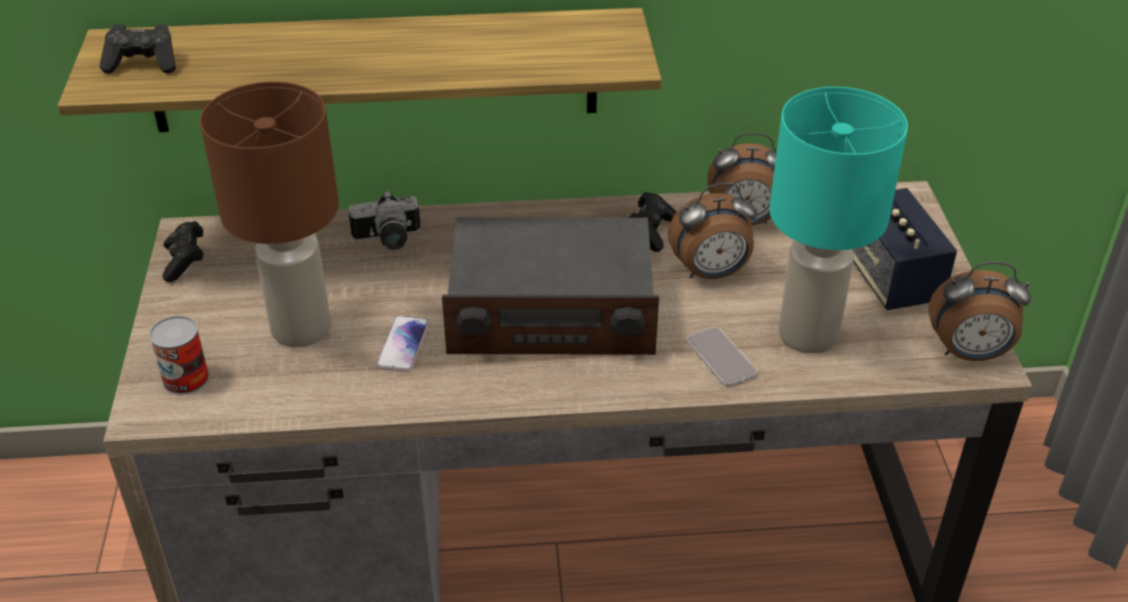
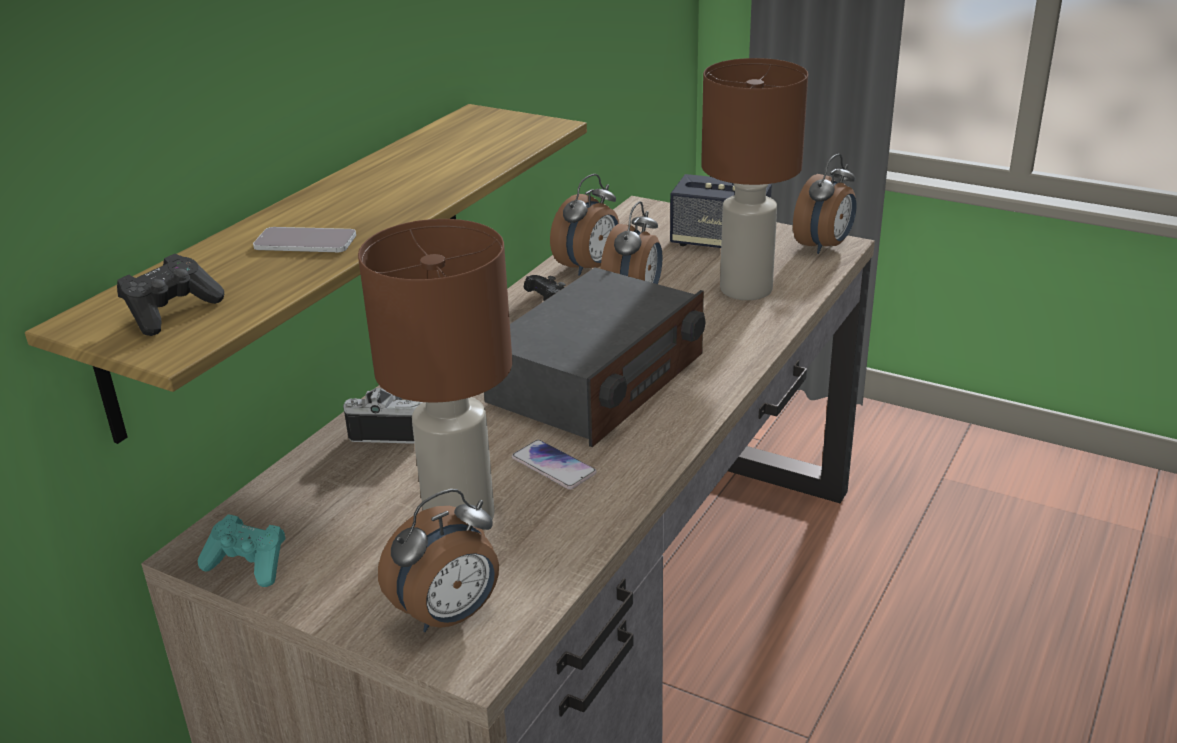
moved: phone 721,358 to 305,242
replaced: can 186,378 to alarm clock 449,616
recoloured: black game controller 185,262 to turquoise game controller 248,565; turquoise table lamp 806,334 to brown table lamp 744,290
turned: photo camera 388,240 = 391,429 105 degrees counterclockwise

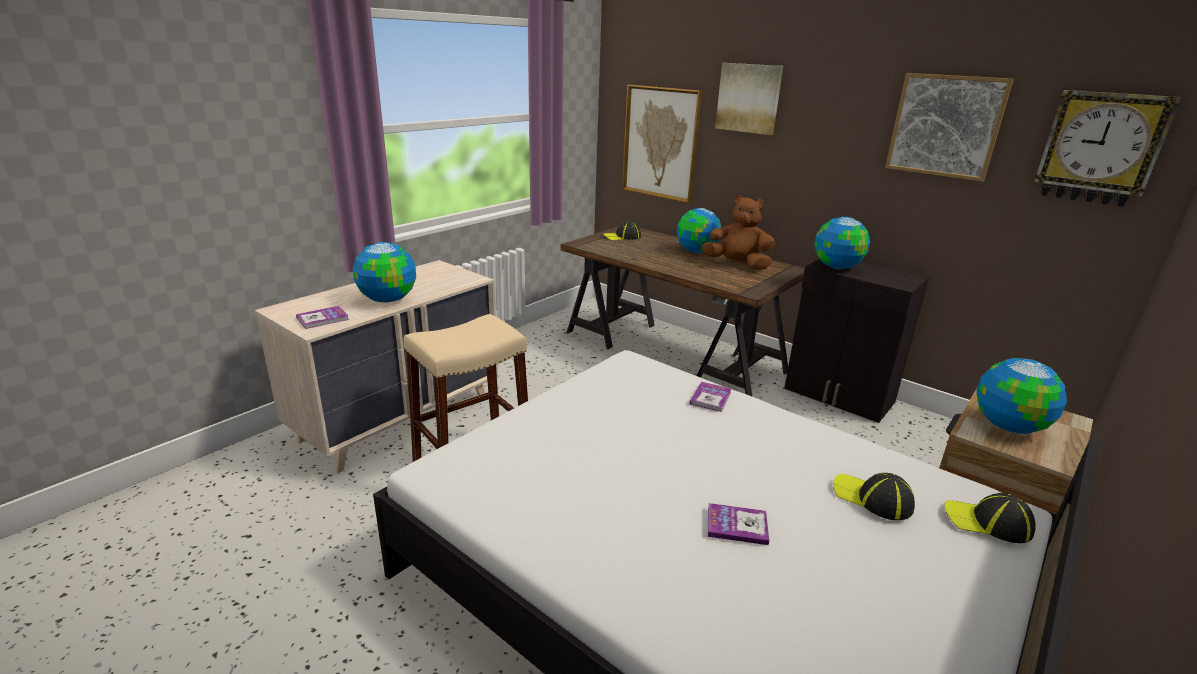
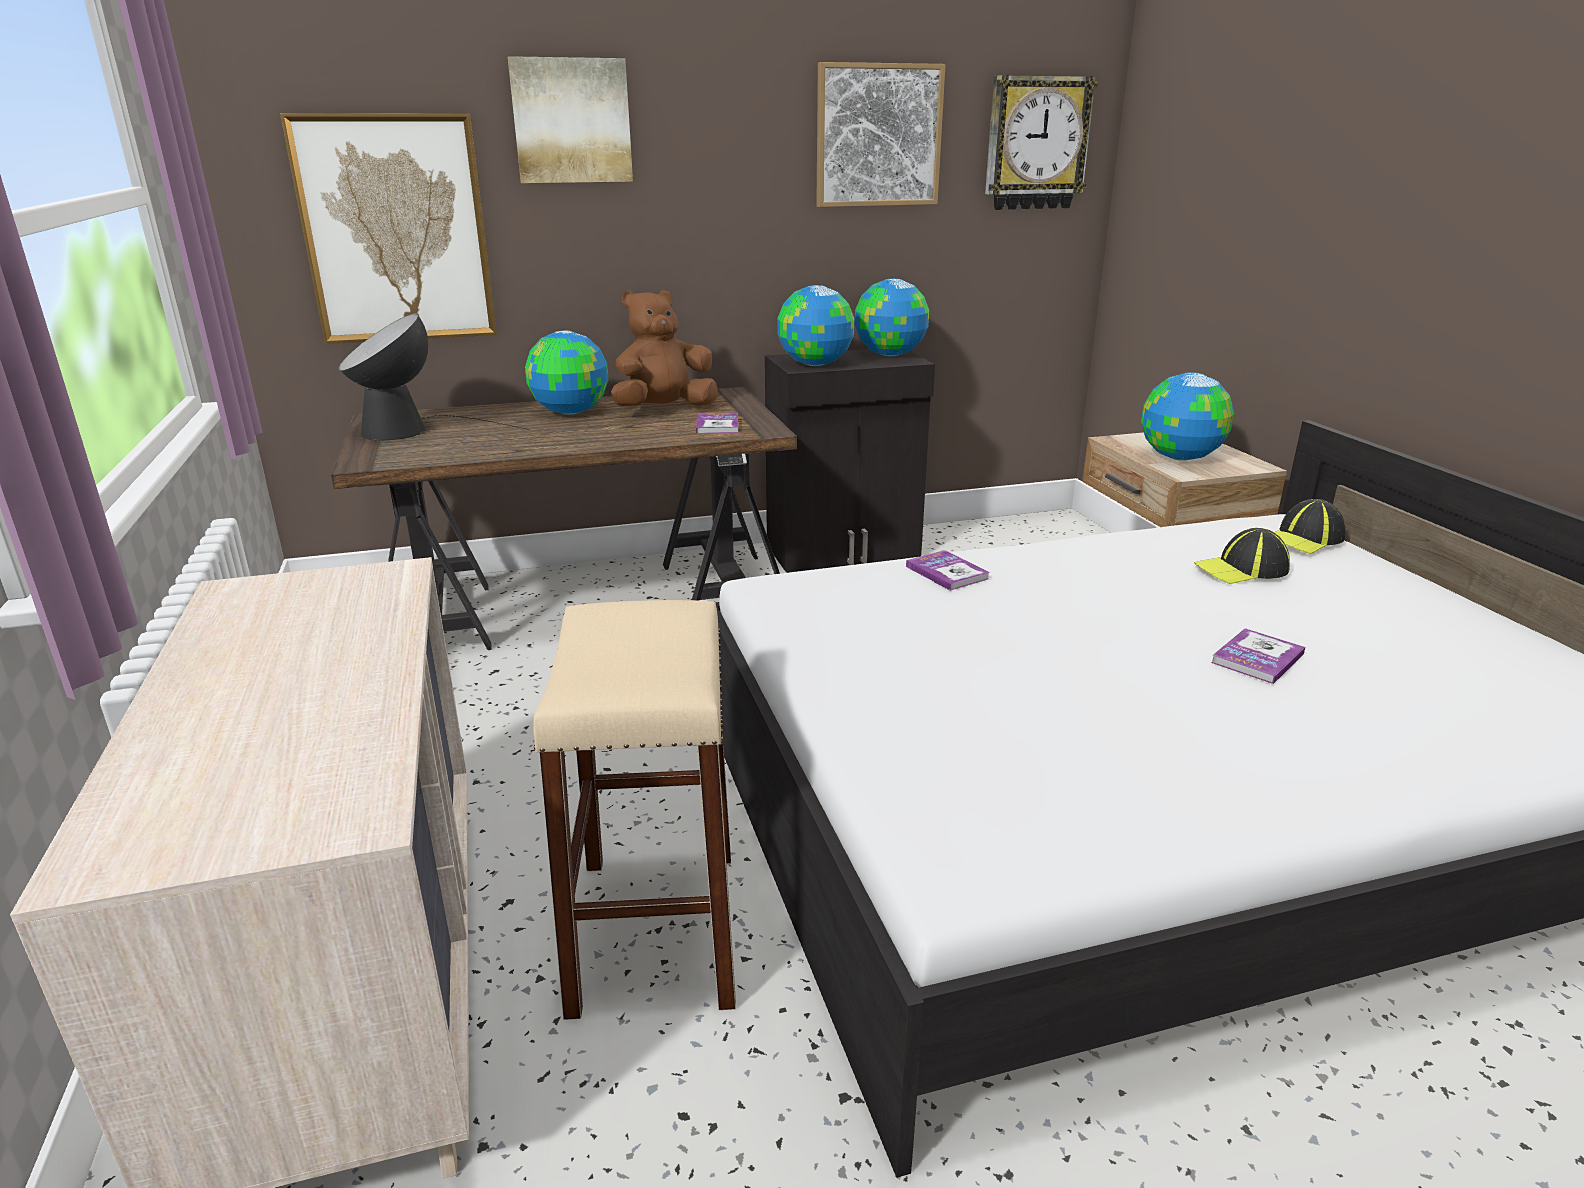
moved: book 323,319 to 717,425; globe 387,299 to 889,354
replaced: cap 622,237 to table lamp 406,430

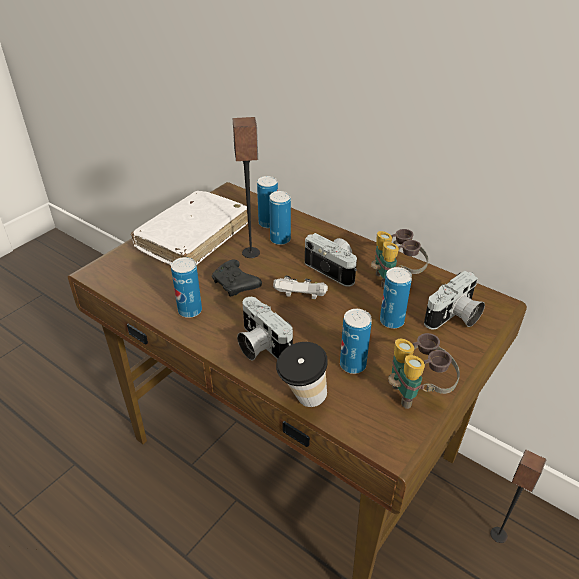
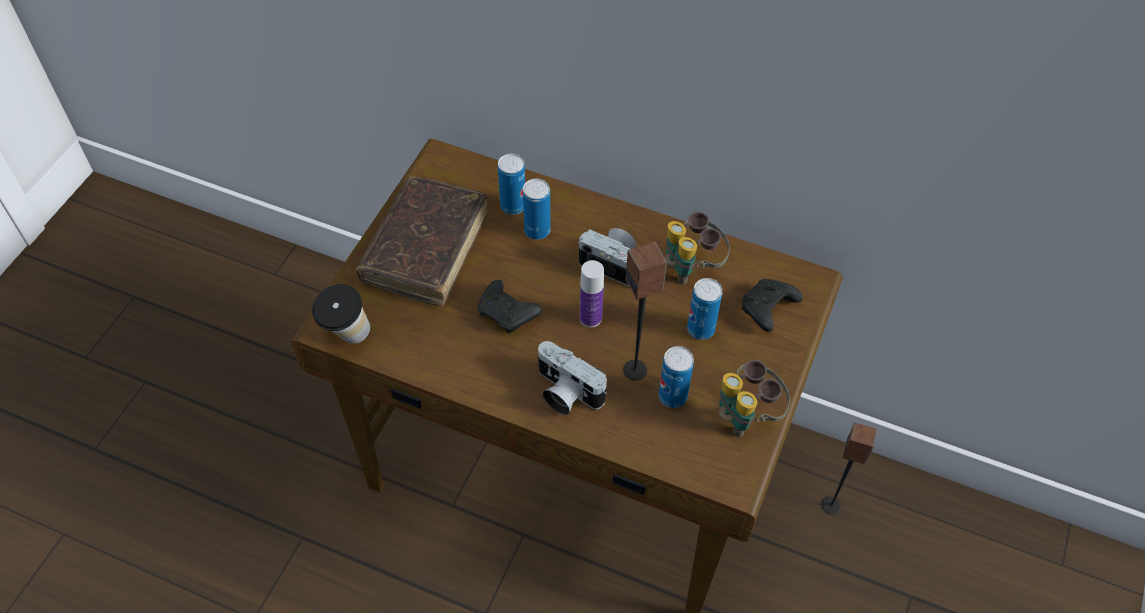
removed: can 190,311
moved: speaker 251,253 to 635,370; cup 302,400 to 347,338
replaced: white game controller 301,298 to bottle 590,318; photo camera 454,317 to black game controller 767,310
recoloured: white book 193,238 to brown book 426,248

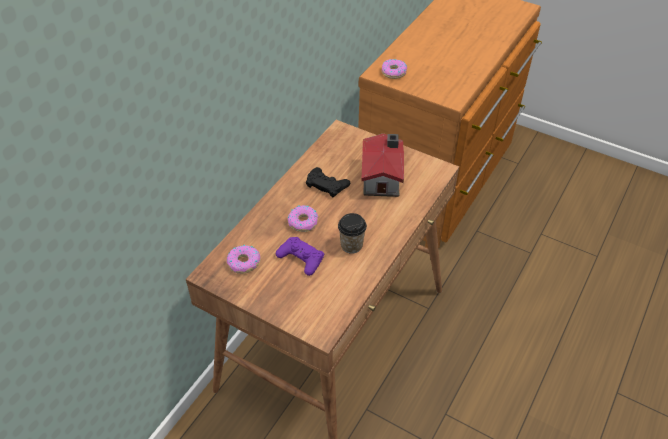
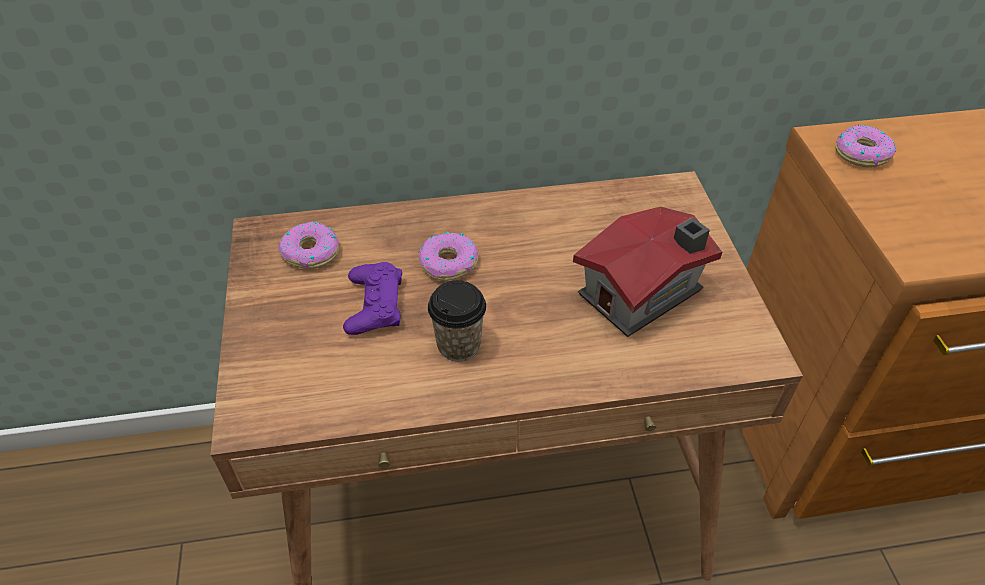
removed: black game controller 326,185

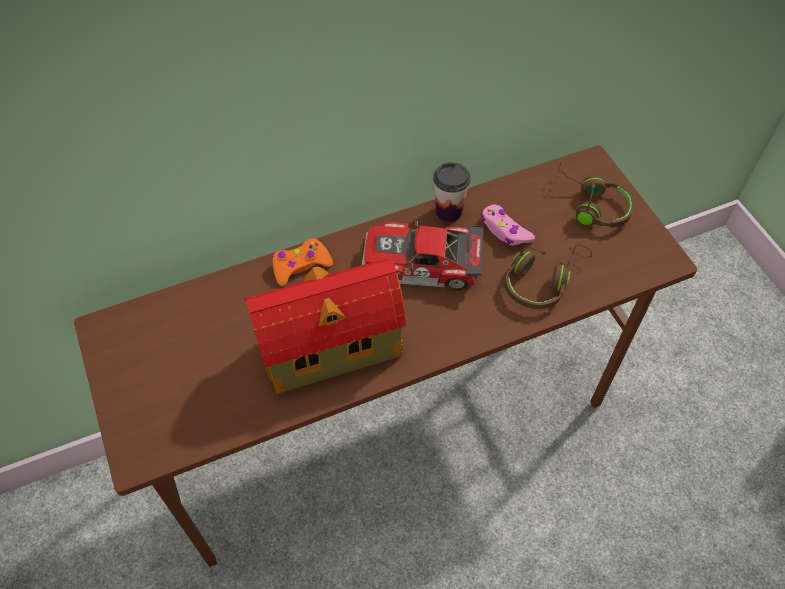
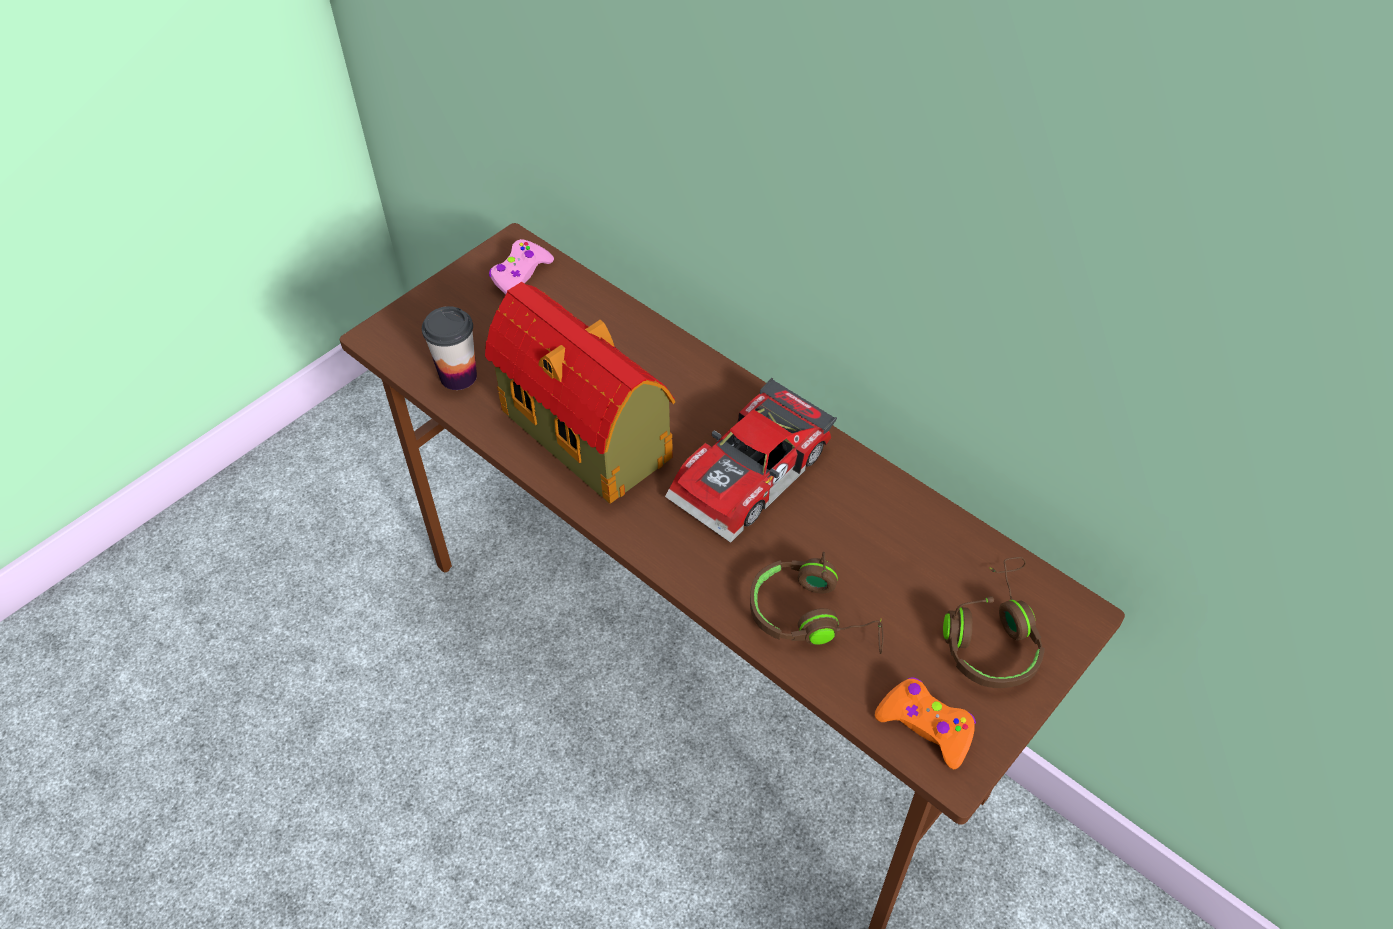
moved: orange game controller 300,265 to 926,726; cup 448,211 to 458,376; pink game controller 504,230 to 520,276
turned: toy car 420,266 = 754,476 120 degrees counterclockwise

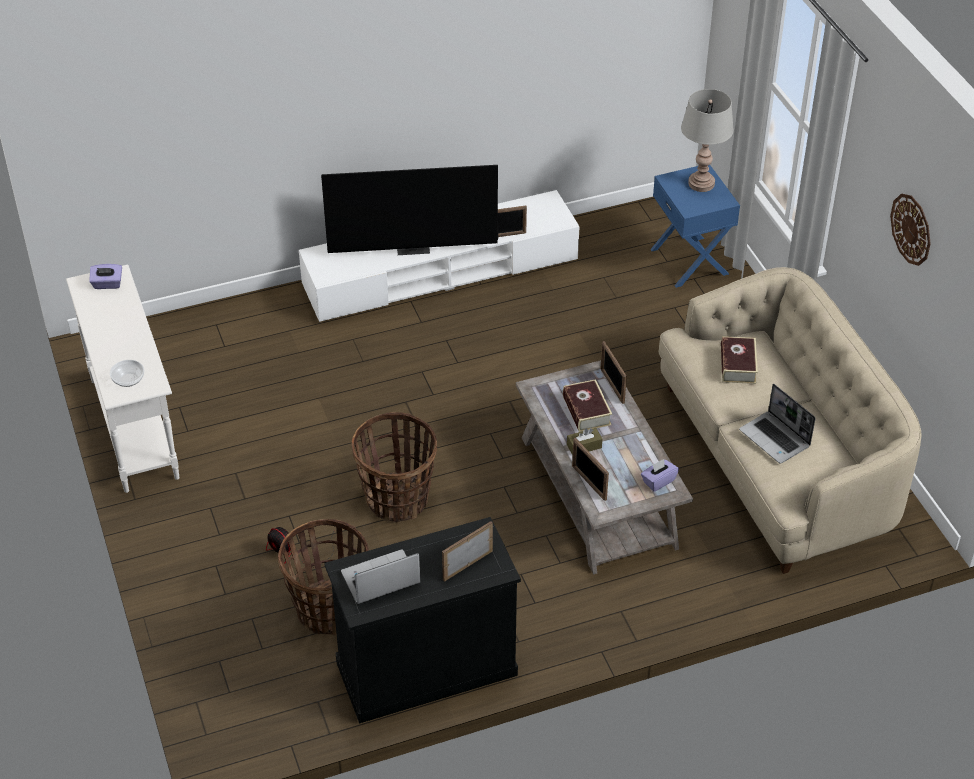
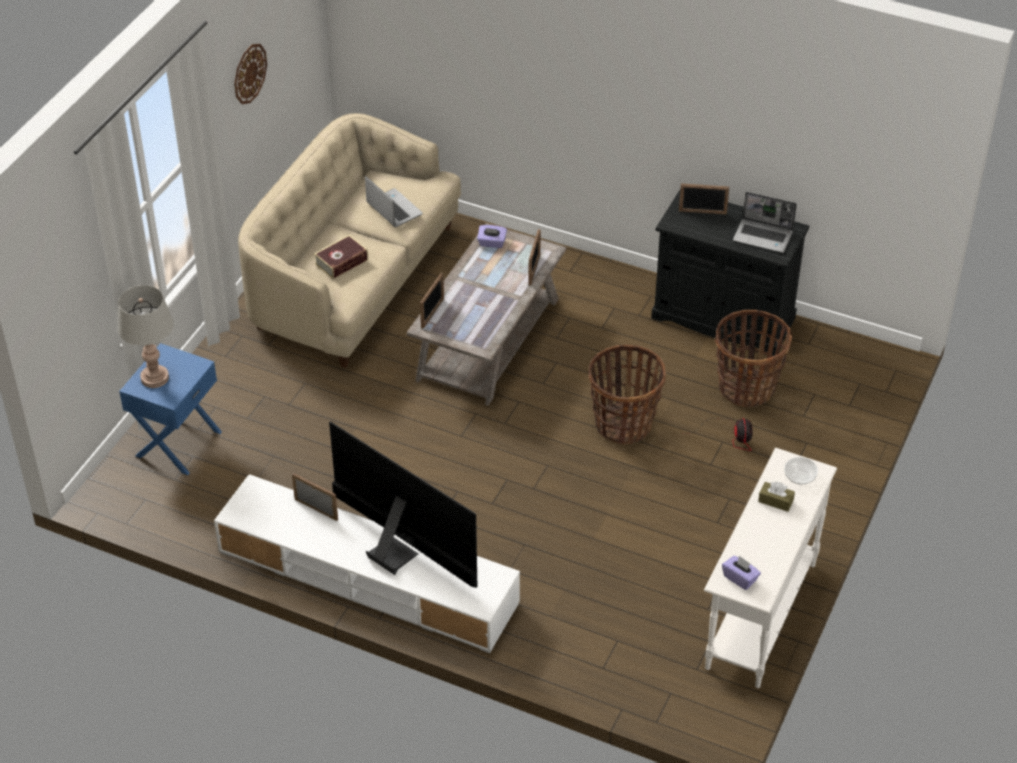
removed: book 586,411
moved: brown tissue box 584,446 to 775,501
turned: laptop 775,438 = 393,209 45 degrees counterclockwise

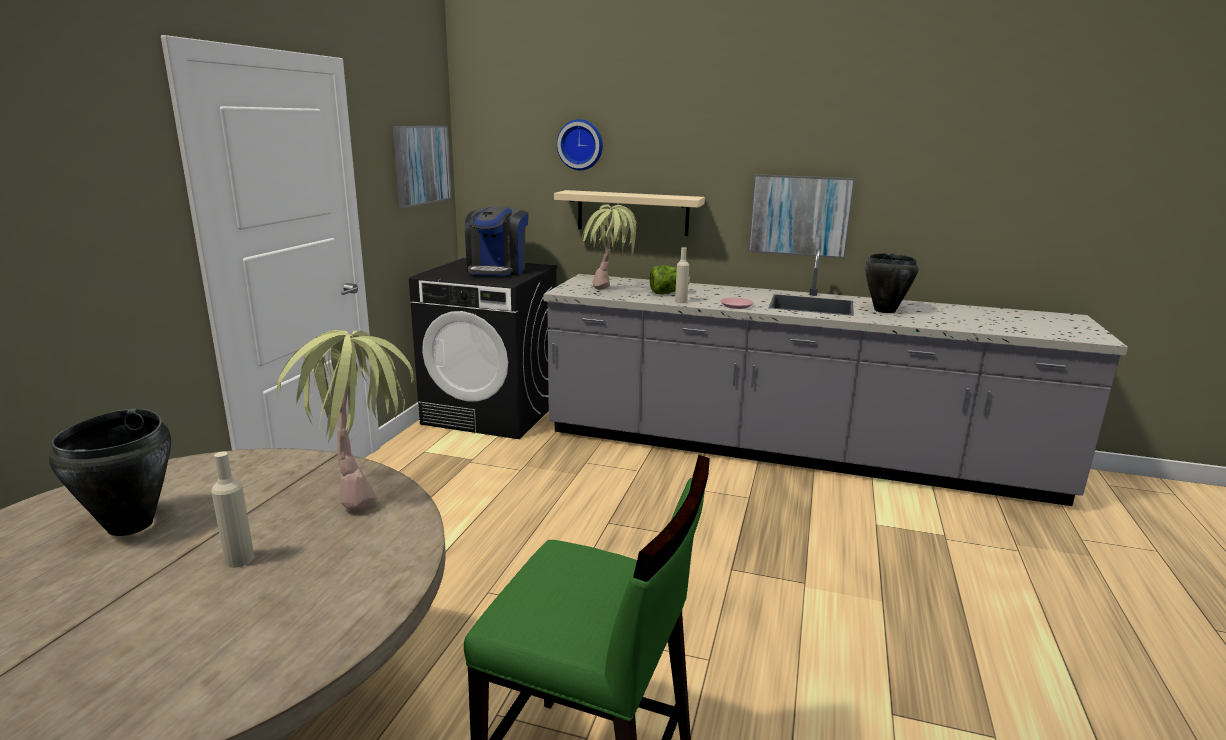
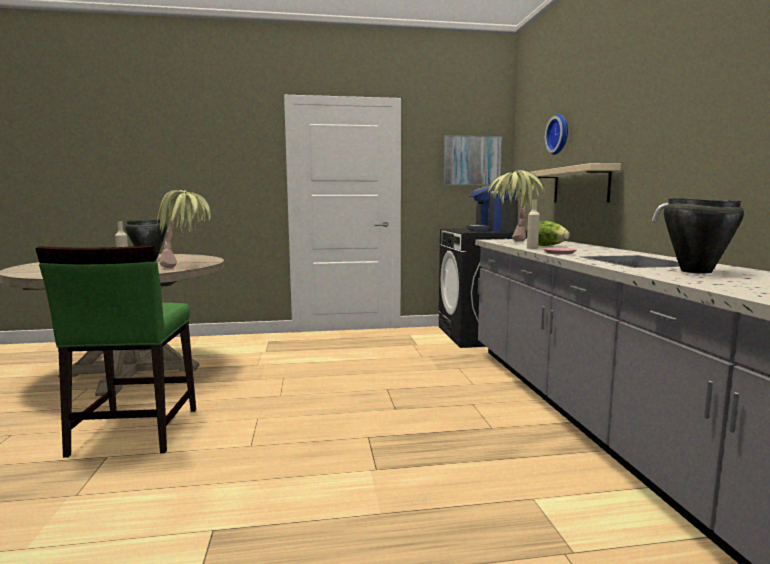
removed: picture 799,215

